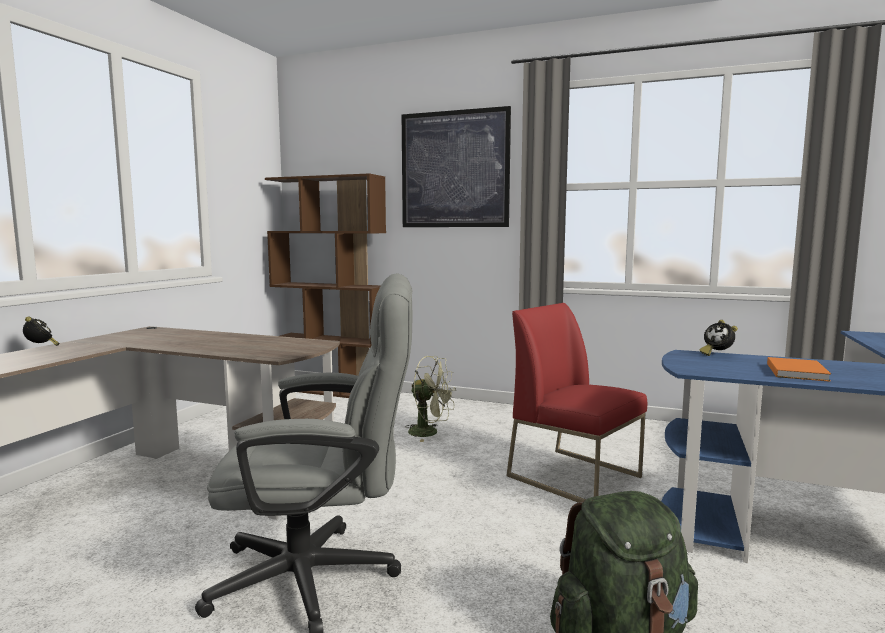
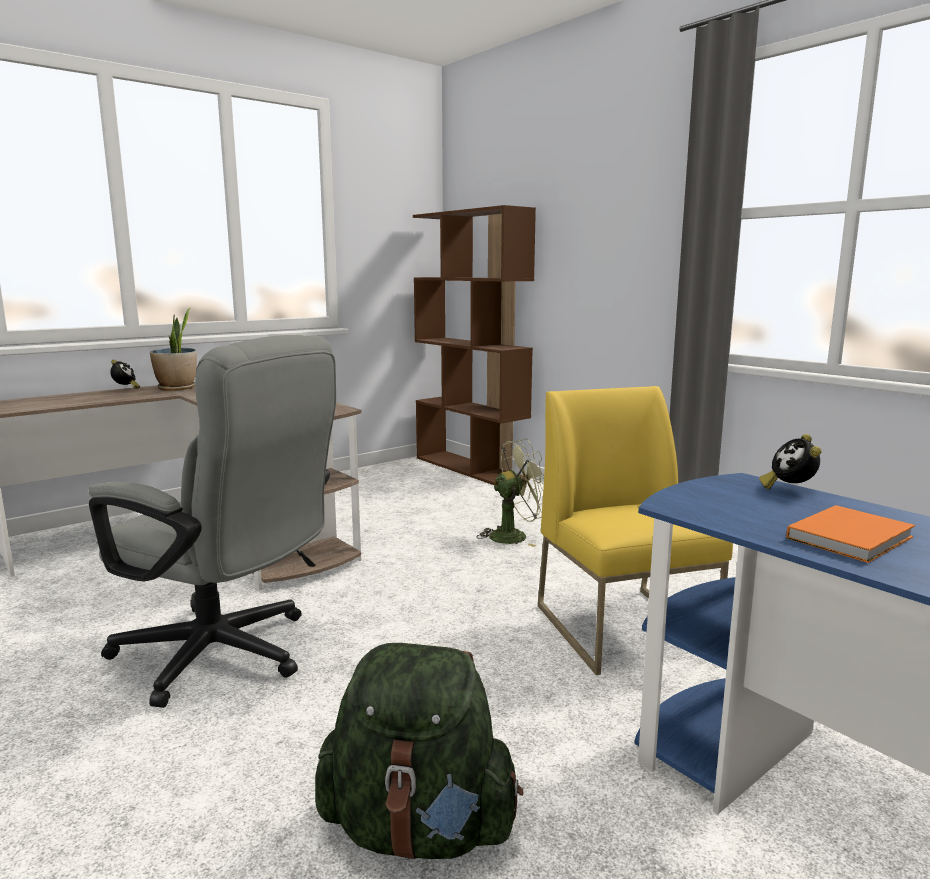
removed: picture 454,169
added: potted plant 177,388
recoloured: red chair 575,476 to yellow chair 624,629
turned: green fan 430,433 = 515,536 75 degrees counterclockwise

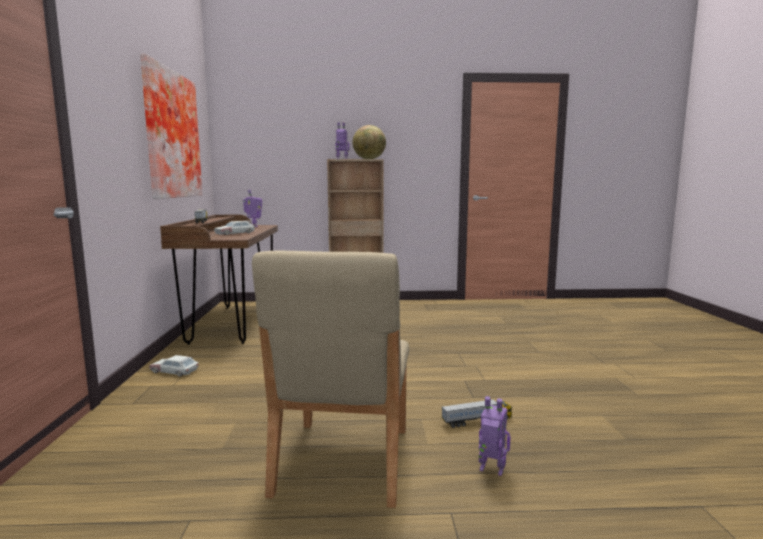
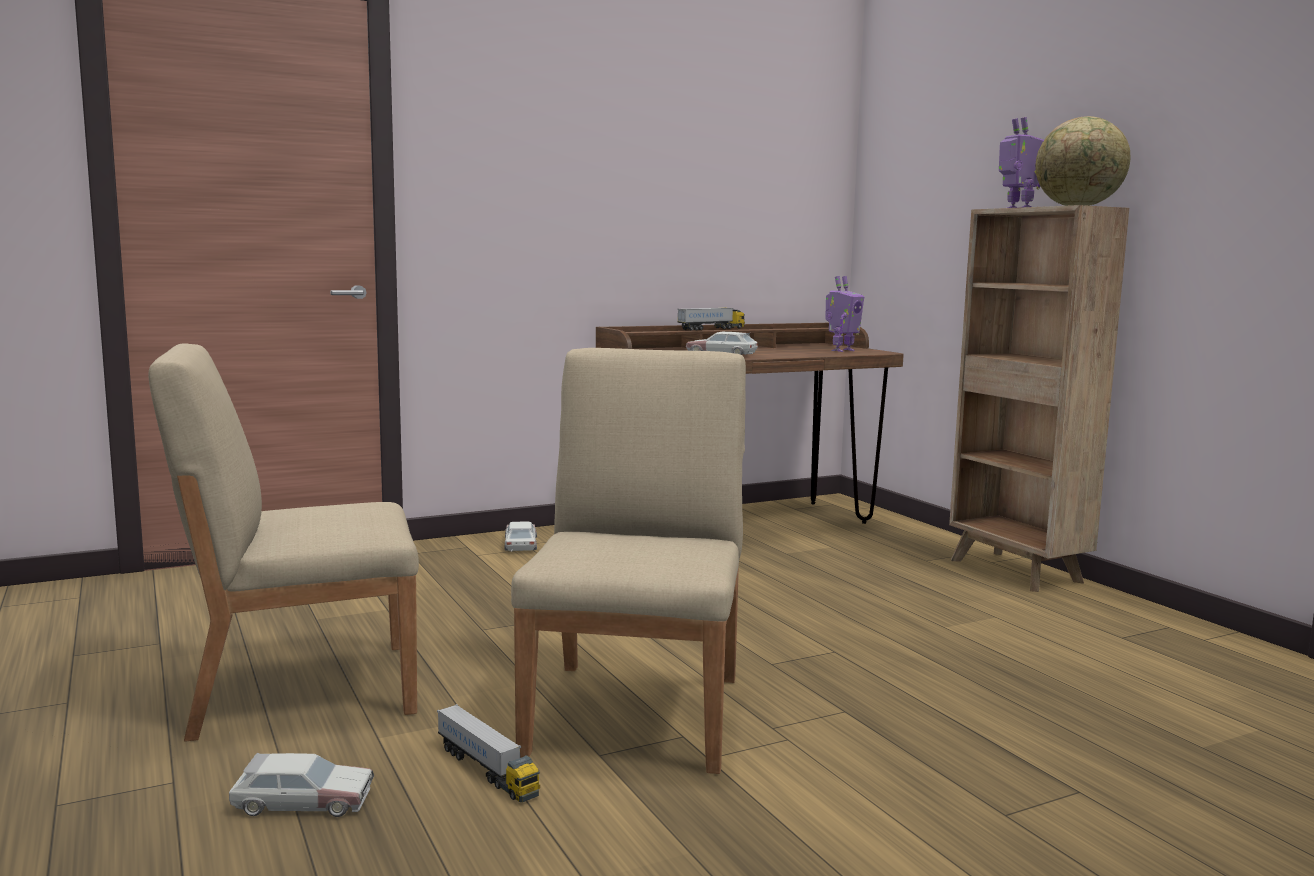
removed: picture 169,135
added: beige chair 637,712
replaced: toy robot 491,470 to toy car 302,802

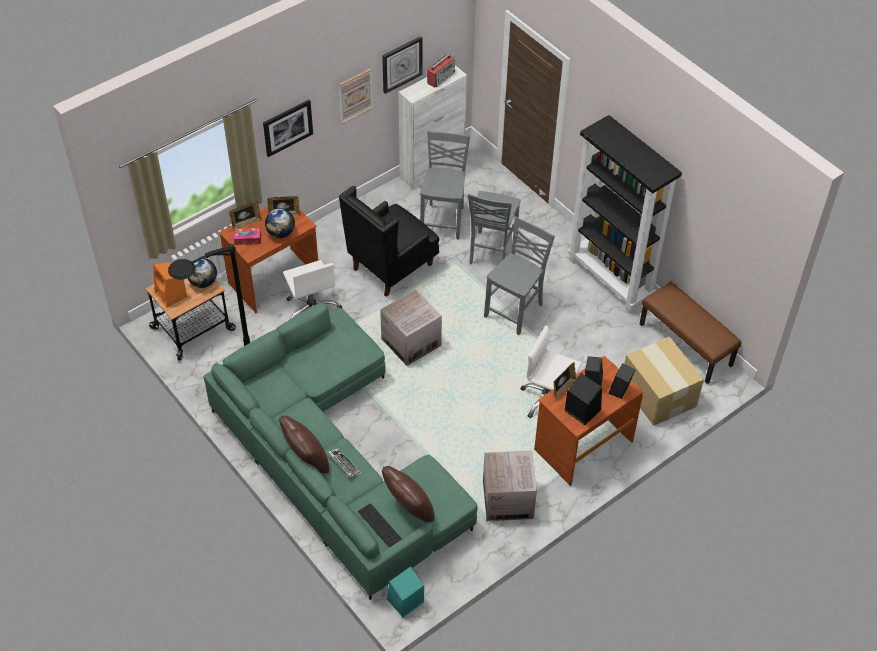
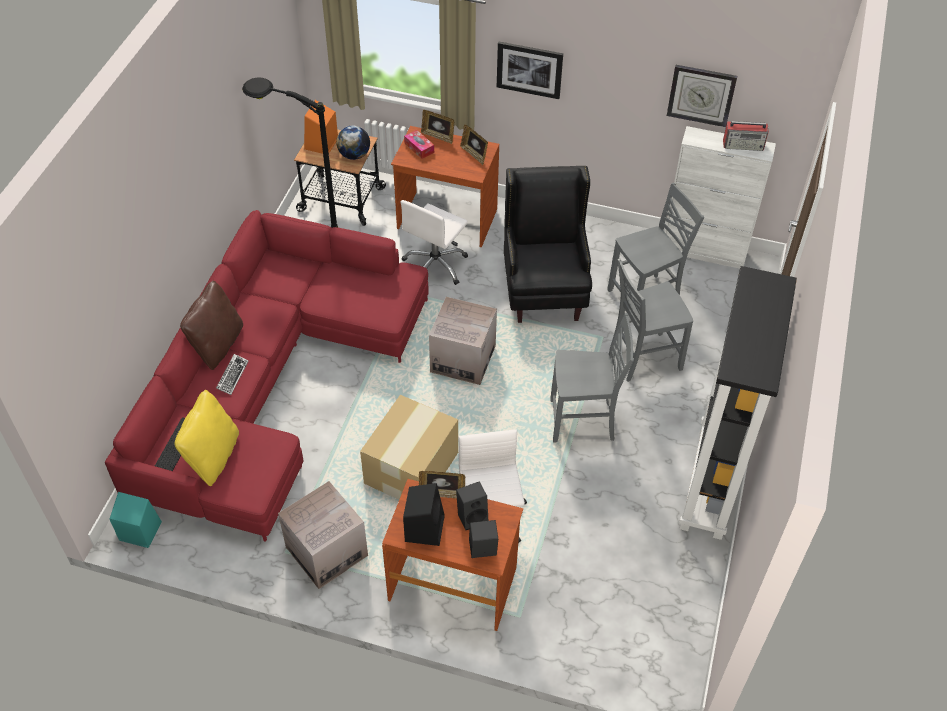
removed: globe 281,233; picture 355,95; brown bench 686,345
moved: cardboard box 658,393 to 412,467
recoloured: green sofa 334,460 to red sofa 271,381; brown pillow 408,509 to yellow pillow 213,457
turned: black armchair 391,267 = 544,292 75 degrees clockwise

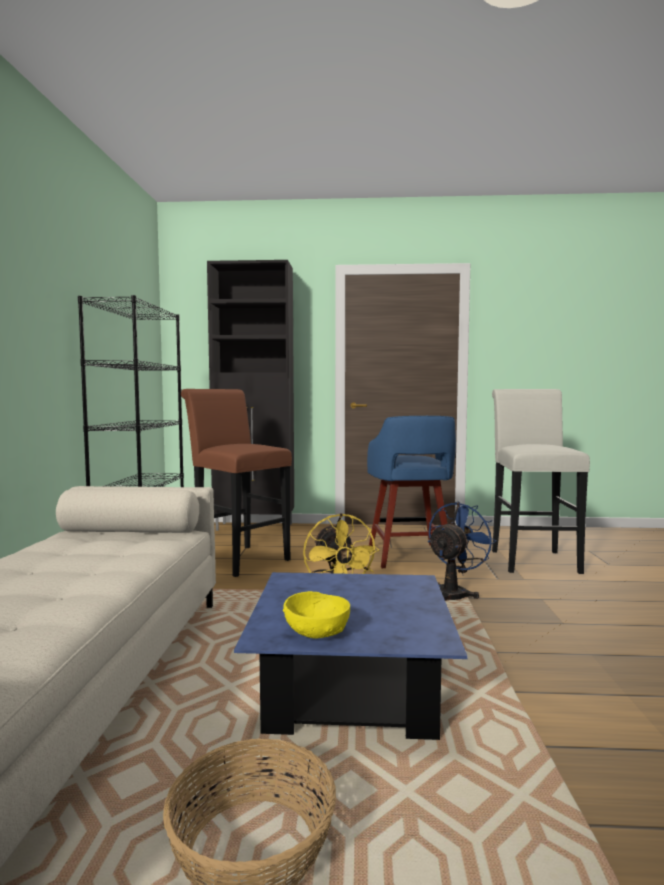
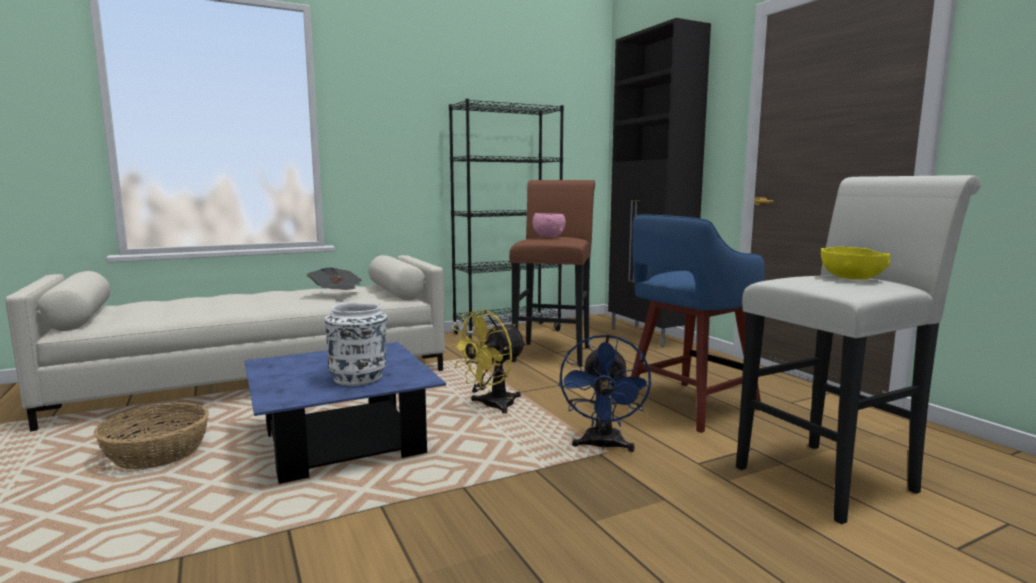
added: newspaper 337,294; white vase 359,378; pink bowl 548,237
moved: yellow bowl 317,632 to 853,278
turned: blue fan 454,593 = 603,446 90 degrees clockwise

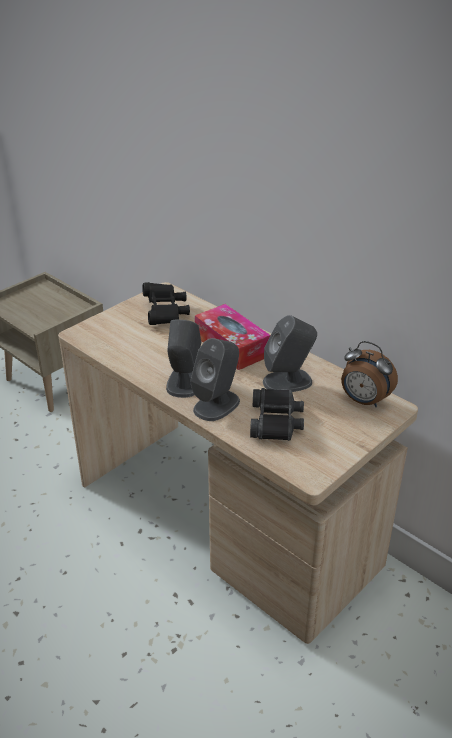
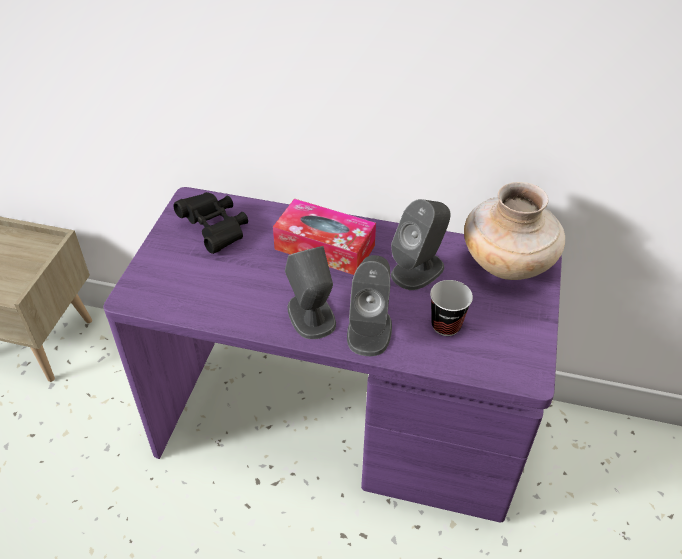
replaced: black binoculars 276,421 to cup 446,325; alarm clock 363,401 to beige vase 507,264
recoloured: beige desk 226,521 to purple desk 339,426

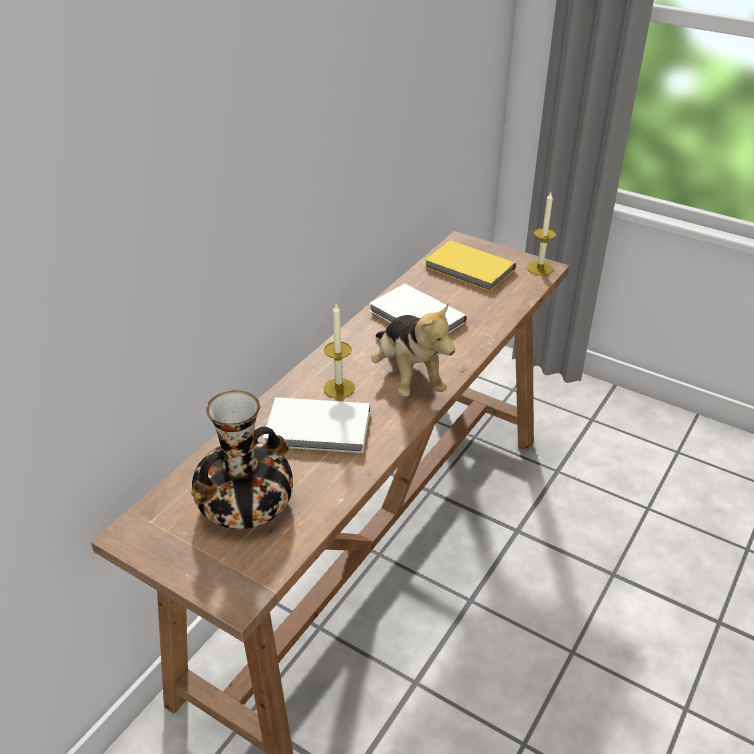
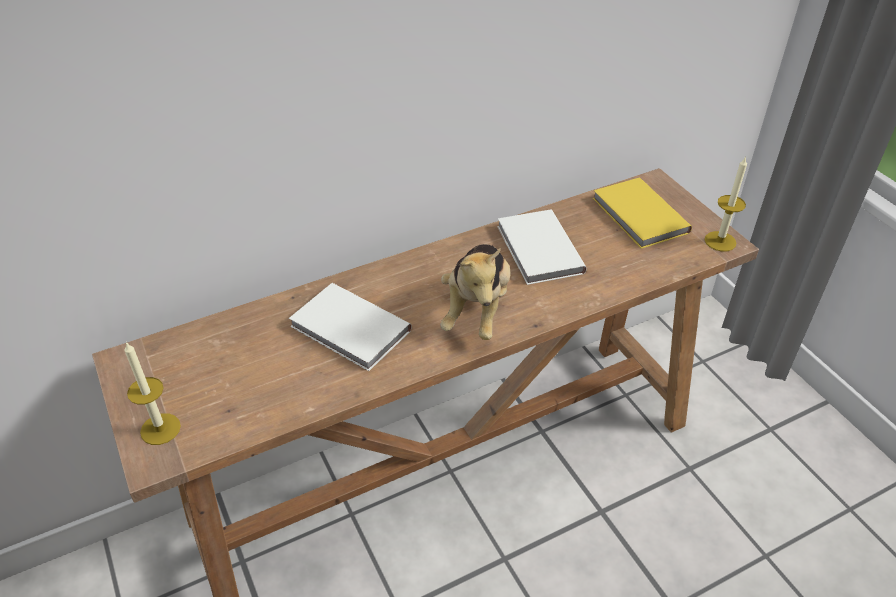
removed: vase 247,502
moved: candle 339,388 to 160,429

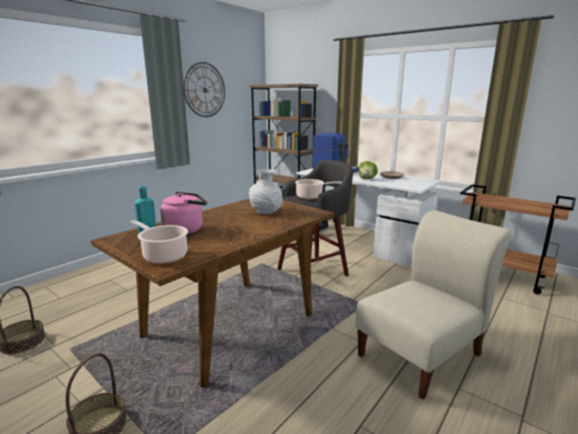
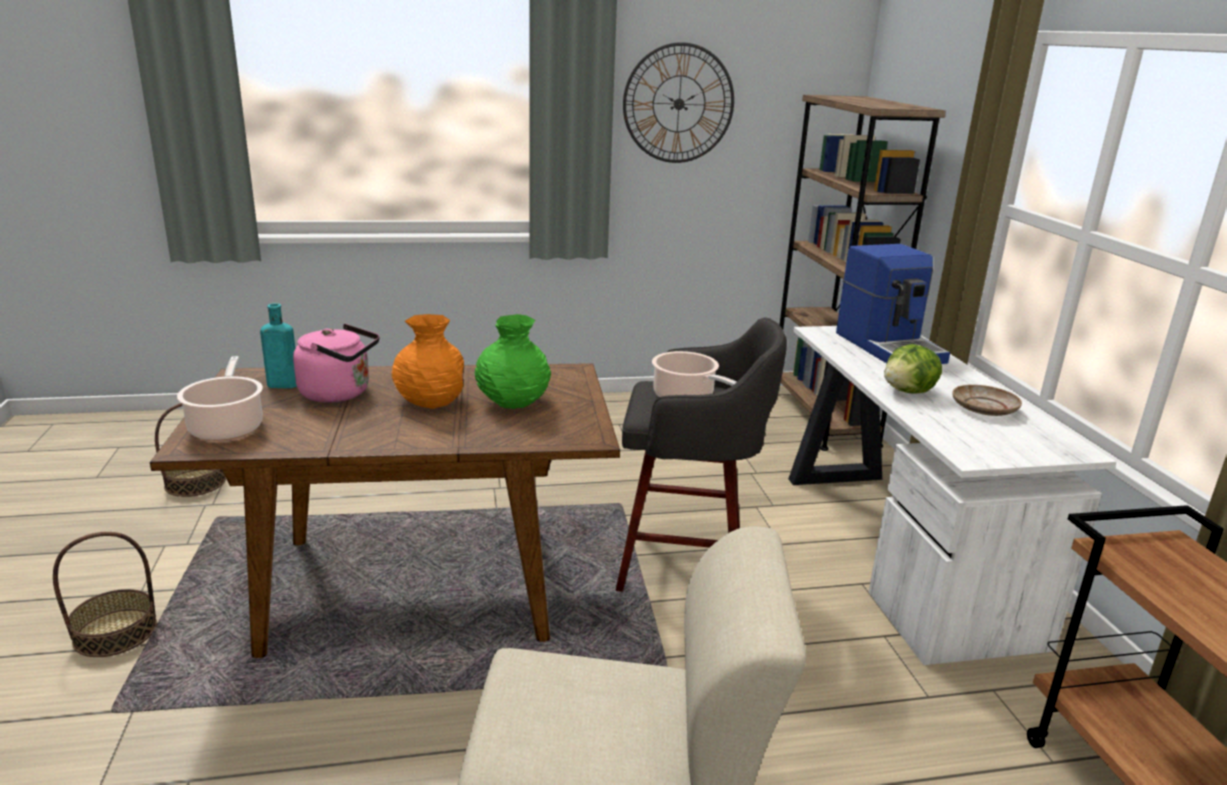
added: orange vase 429,401
recoloured: white vase 266,212 to green vase 513,403

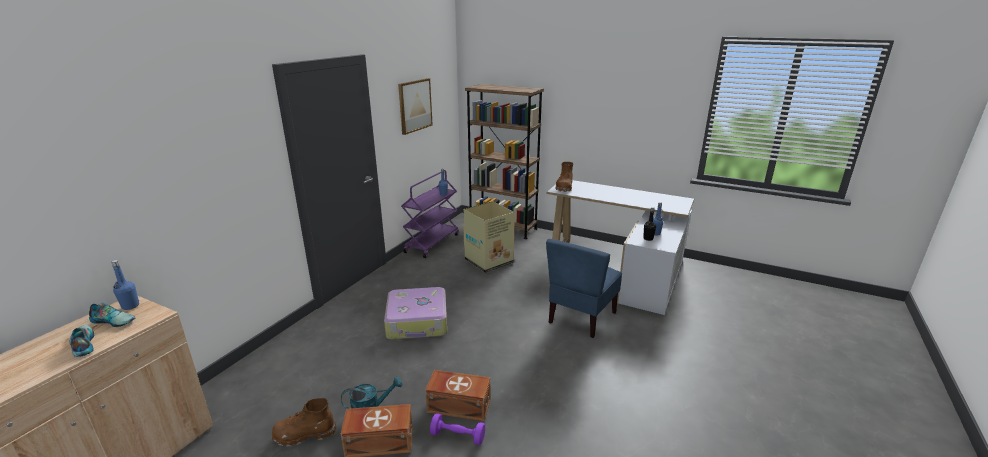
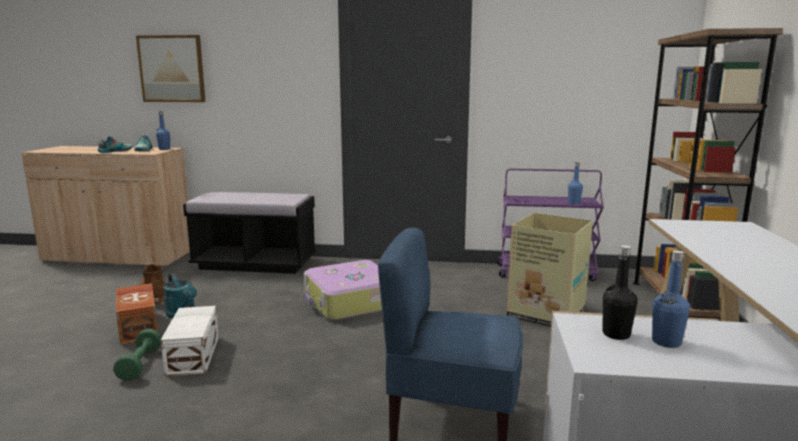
removed: brown boot 564,187
added: black bench 255,264
moved: picture 414,105 to 172,69
recoloured: brown storage box 458,405 to white storage box 194,355; purple dumbbell 458,436 to green dumbbell 140,364

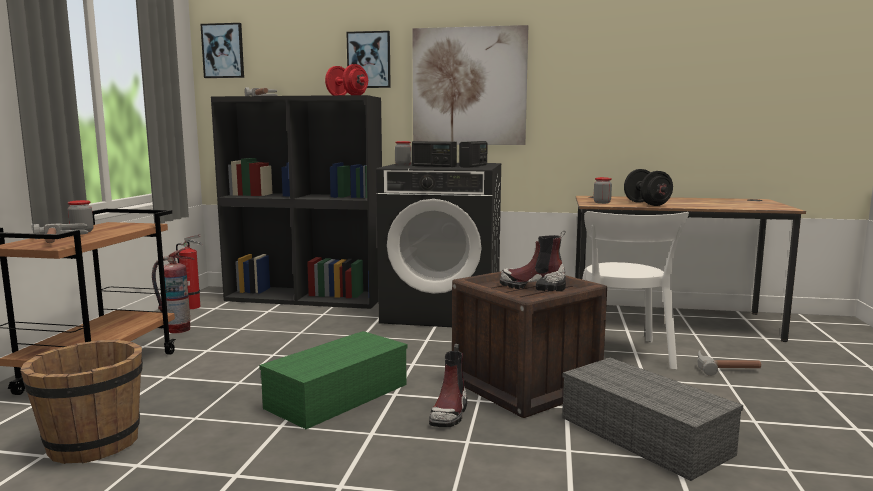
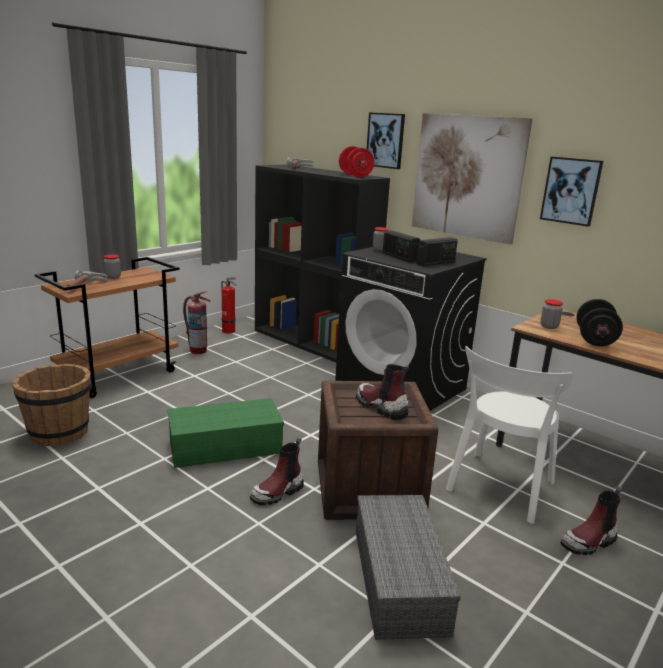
moved: picture 223,51 to 571,191
replaced: hammer 725,368 to boot 589,542

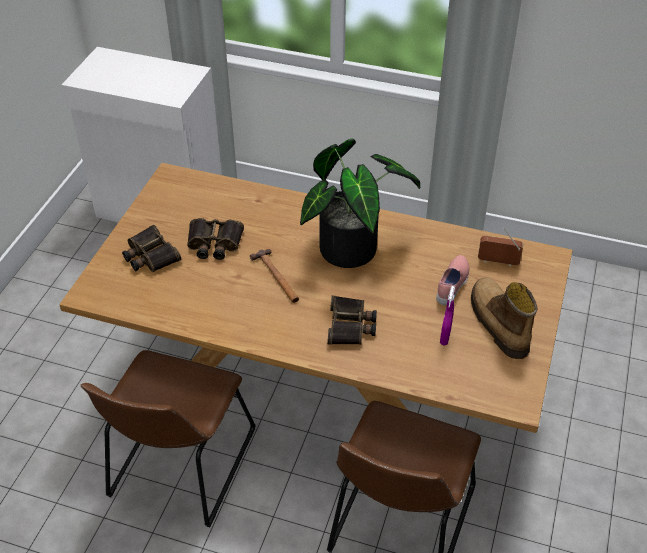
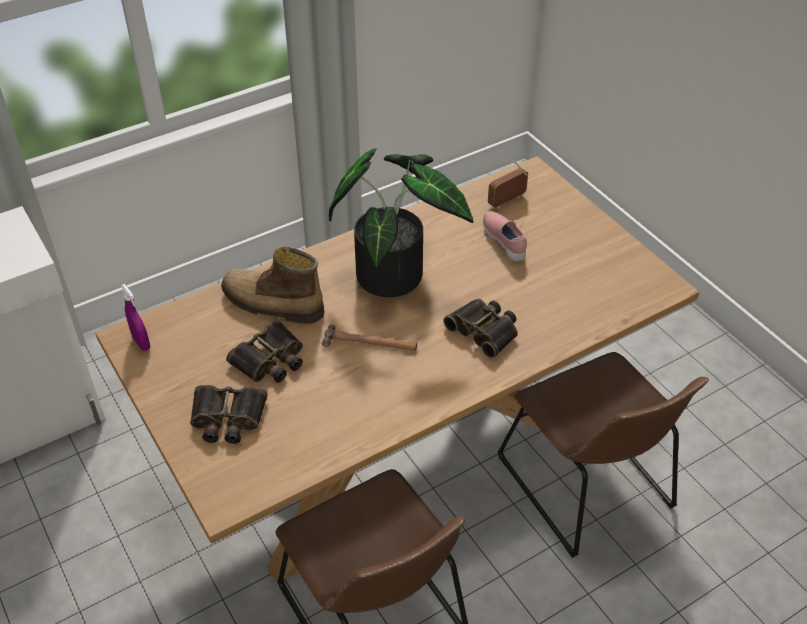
moved: purple spray bottle 445,337 to 141,343; boot 497,323 to 272,305

